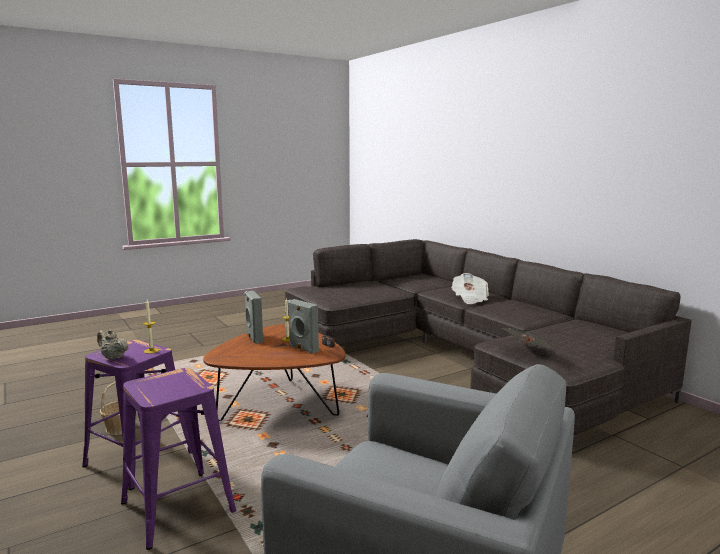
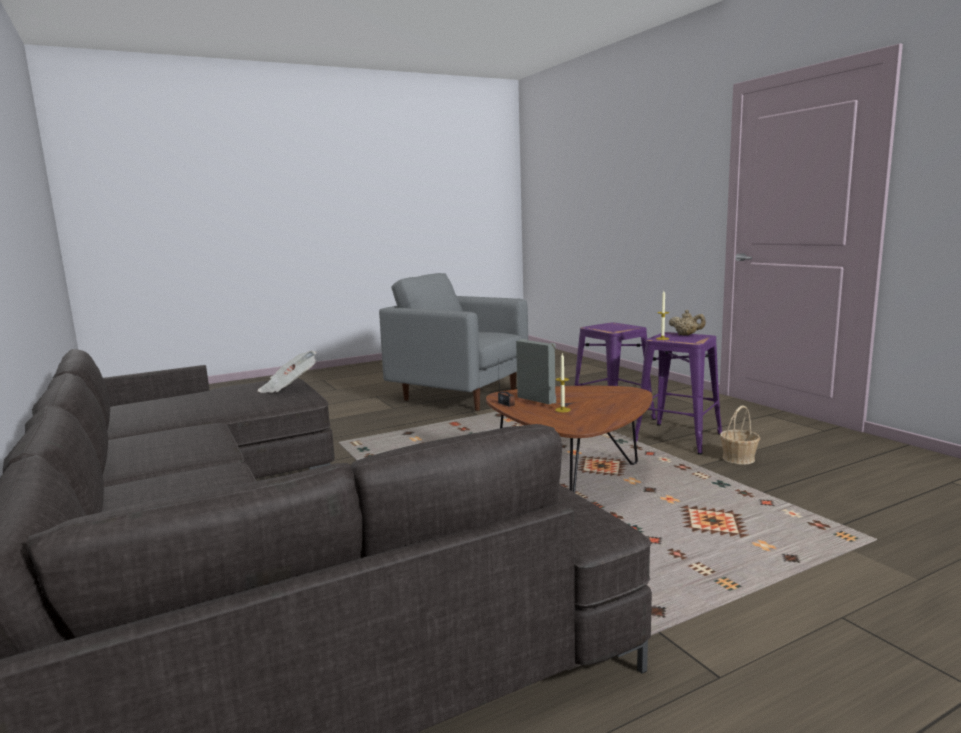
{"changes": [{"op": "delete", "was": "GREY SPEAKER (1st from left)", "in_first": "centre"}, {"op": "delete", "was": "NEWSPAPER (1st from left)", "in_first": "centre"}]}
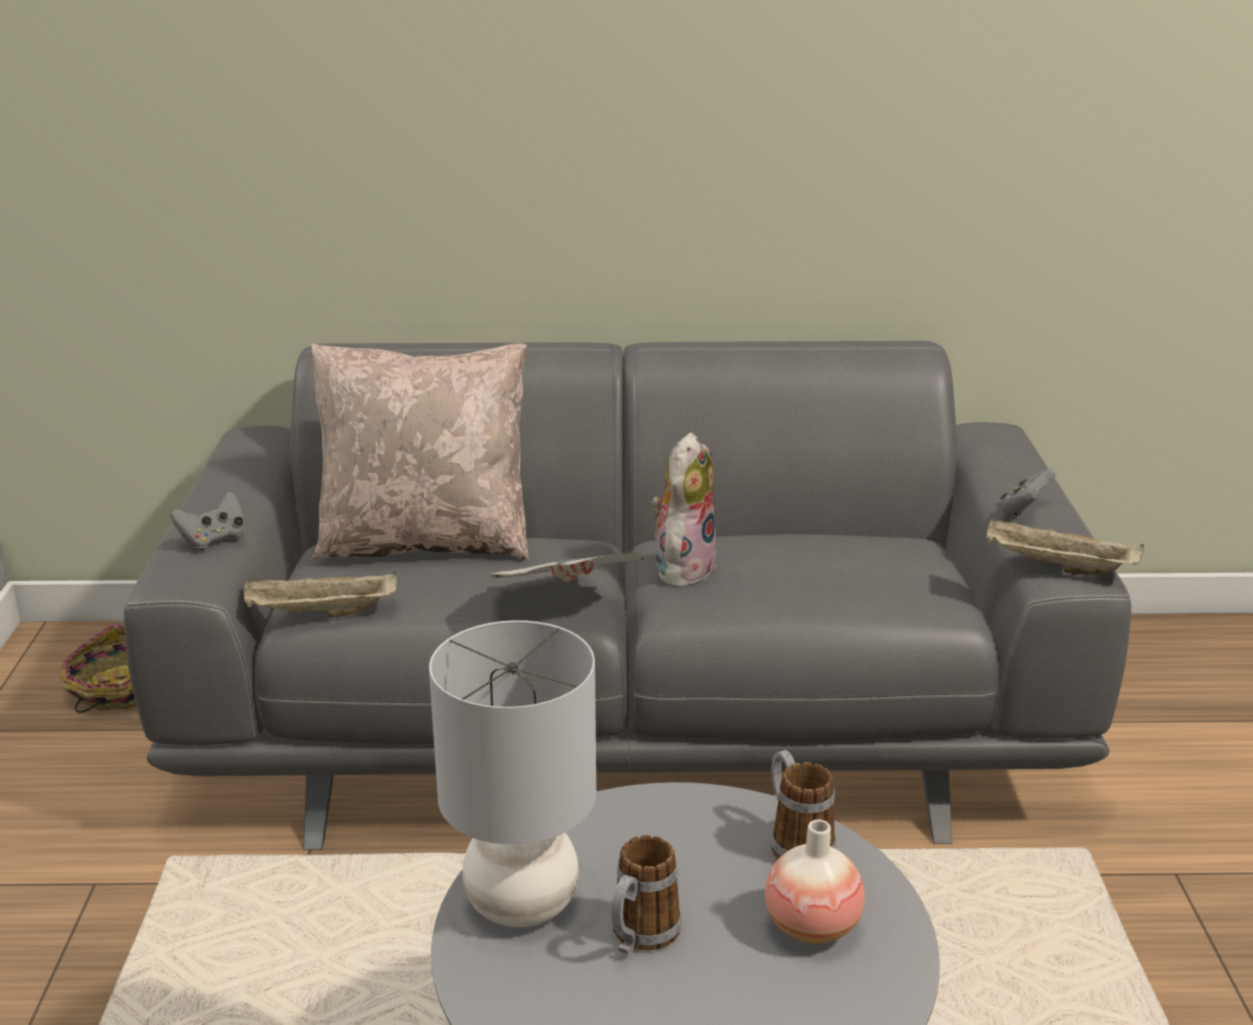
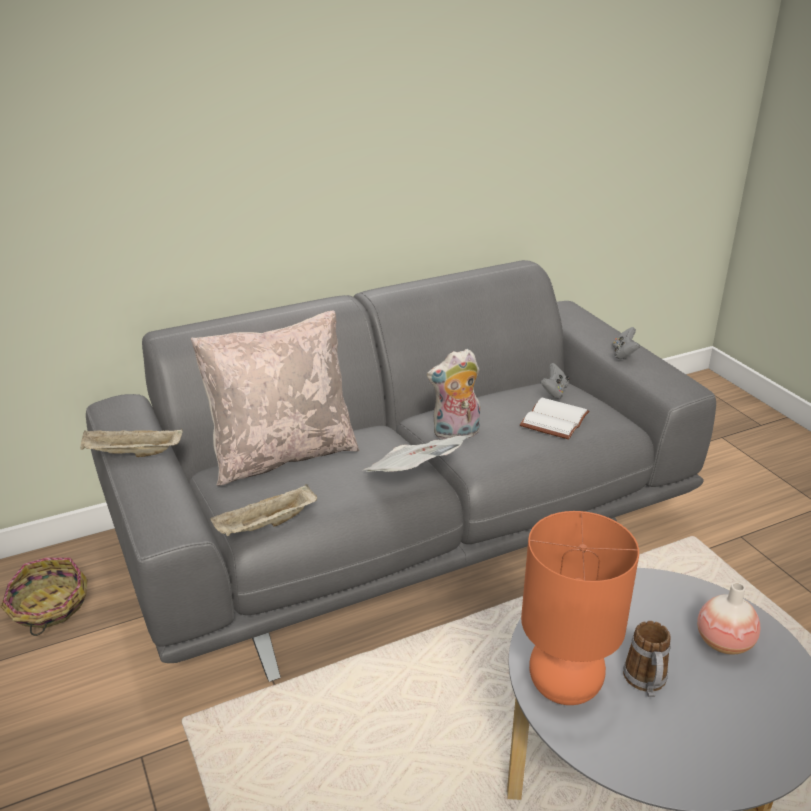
{"changes": [{"op": "delete", "was": "MUG (2nd from left)", "in_first": "bottom centre"}, {"op": "insert", "now": "WHITE BOOK", "in_second": "middle right"}, {"op": "move", "was": "GREY GAME CONTROLLER (1st from left)", "in_first": "middle left", "in_second": "middle right"}, {"op": "move", "was": "BEIGE TRAY (2nd from left in the first image)", "now": "BEIGE TRAY (1st from left)", "in_first": "middle right", "in_second": "middle left"}, {"op": "recolor", "was": "GREY TABLE LAMP", "now": "ORANGE TABLE LAMP", "in_first": "bottom centre", "in_second": "bottom right"}, {"op": "rotate", "was": "PLUSH TOY", "in_first": "centre", "in_second": "centre", "clockwise": -105}]}
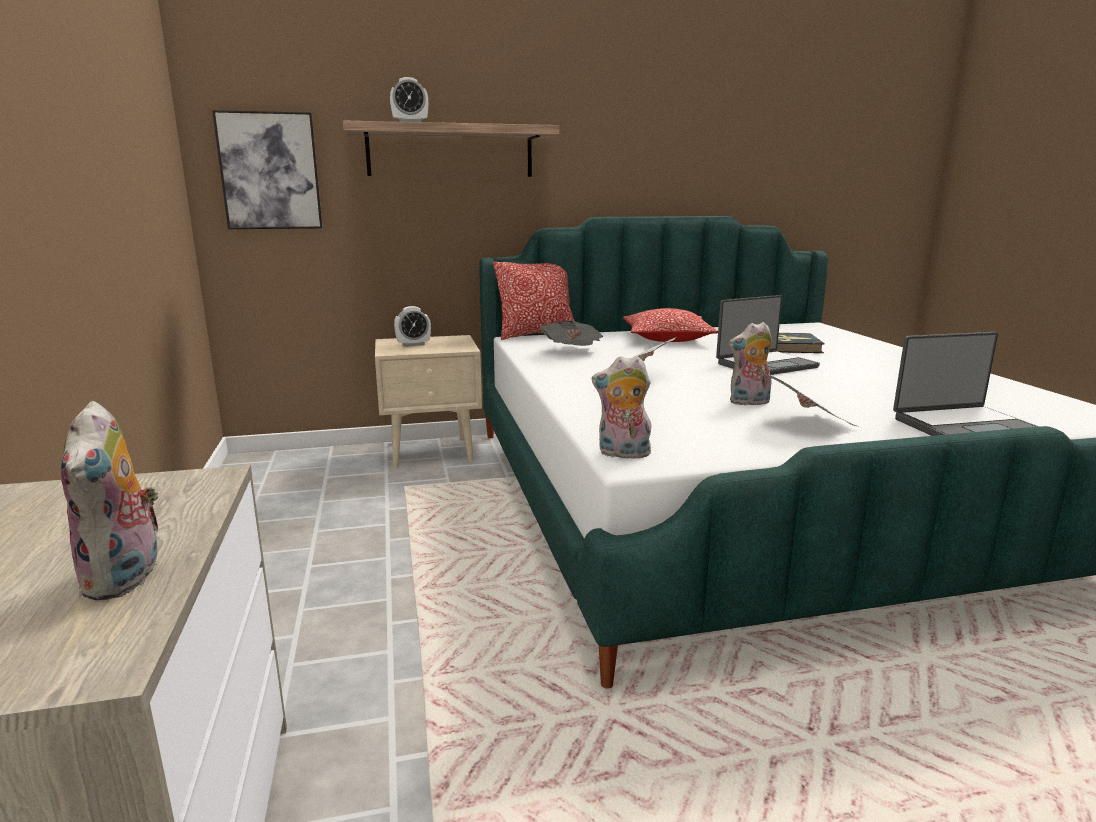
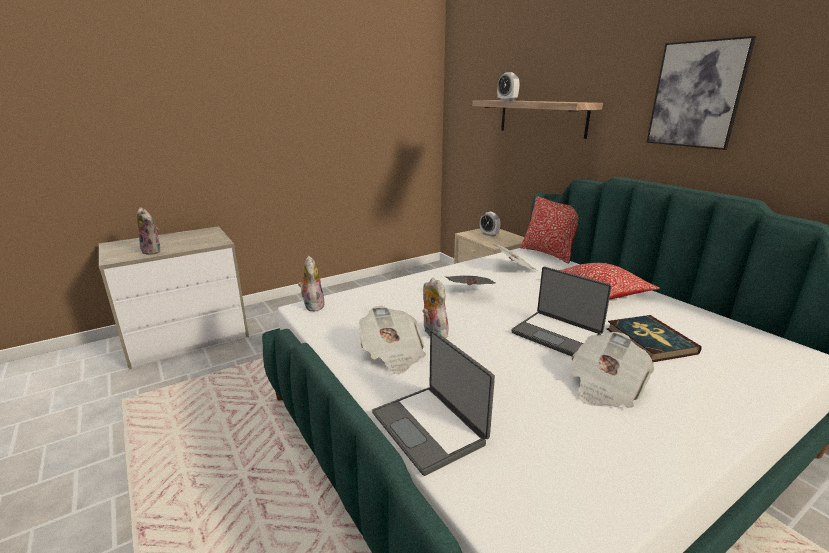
{"changes": [{"op": "insert", "now": "NEWSPAPER (4th from left)", "in_second": "bottom right"}, {"op": "move", "was": "PICTURE", "in_first": "top left", "in_second": "top right"}, {"op": "rotate", "was": "PLUSH TOY (1st from left)", "in_first": "middle left", "in_second": "middle left", "clockwise": -105}]}
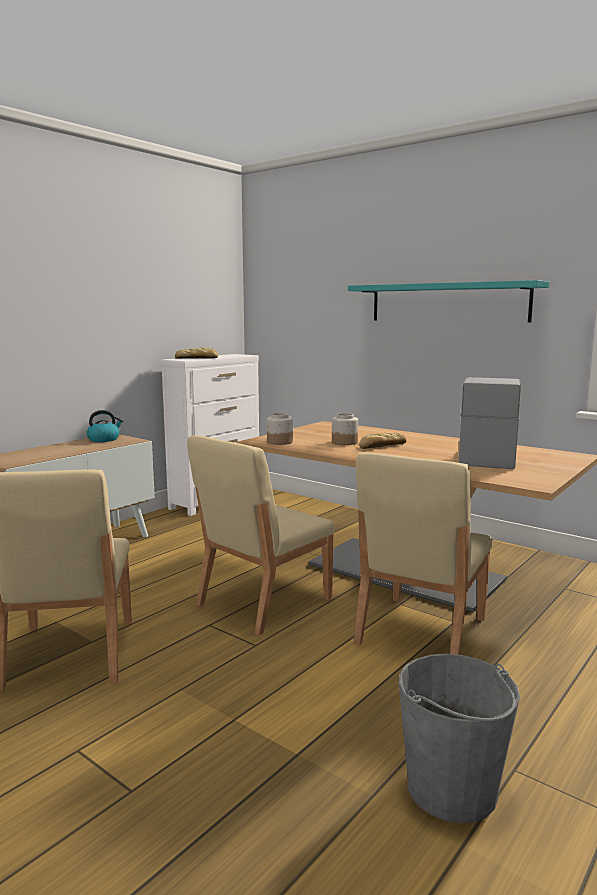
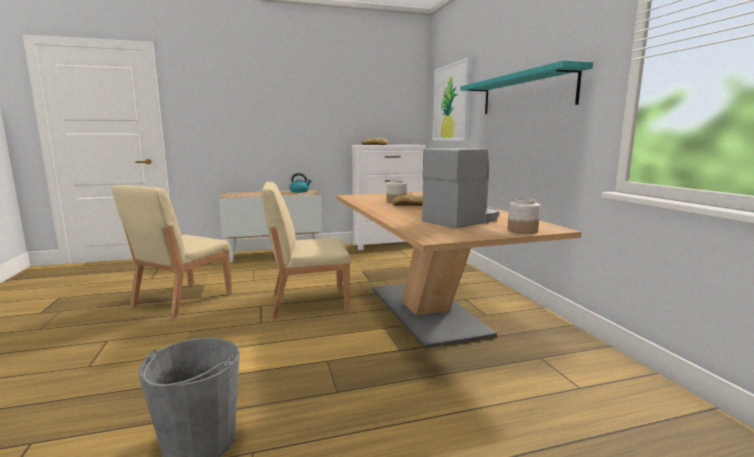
{"changes": [{"op": "delete", "was": "BEIGE CHAIR (3rd from left)", "in_first": "middle right"}, {"op": "insert", "now": "PICTURE", "in_second": "top centre"}, {"op": "move", "was": "JAR (1st from left in the first image)", "now": "JAR (2nd from left)", "in_first": "centre", "in_second": "middle right"}]}
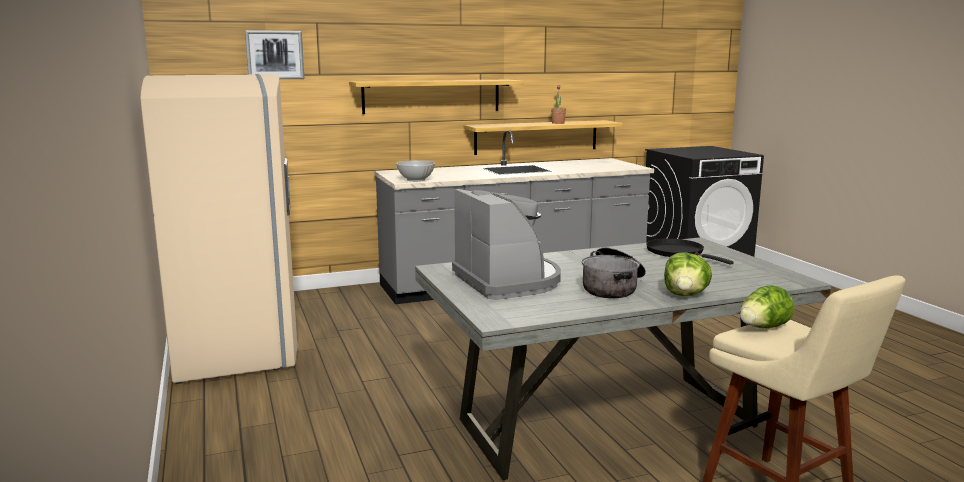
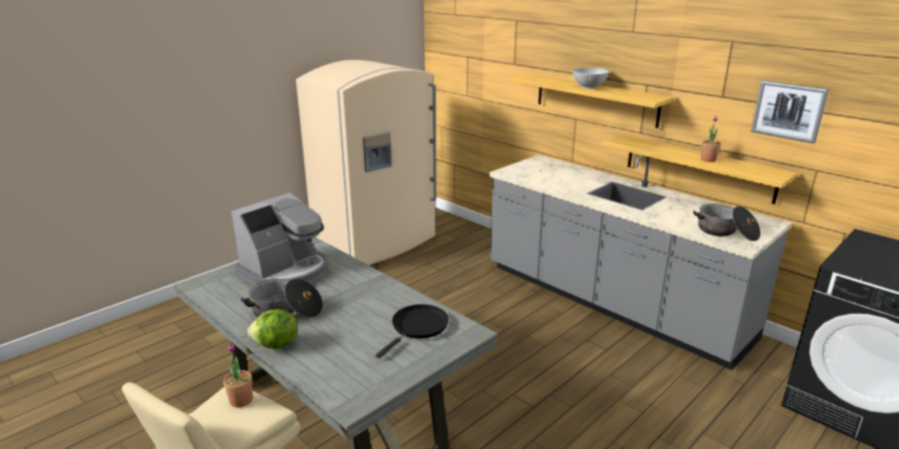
{"changes": [{"op": "insert", "now": "COOKING POT (2nd from left)", "in_second": "middle right"}, {"op": "move", "was": "PICTURE", "in_first": "top left", "in_second": "top right"}, {"op": "move", "was": "WHITE BOWL", "in_first": "centre", "in_second": "top centre"}, {"op": "replace", "was": "LETTUCE (2nd from left)", "now": "POTTED PLANT (1st from left)", "in_first": "middle right", "in_second": "bottom left"}]}
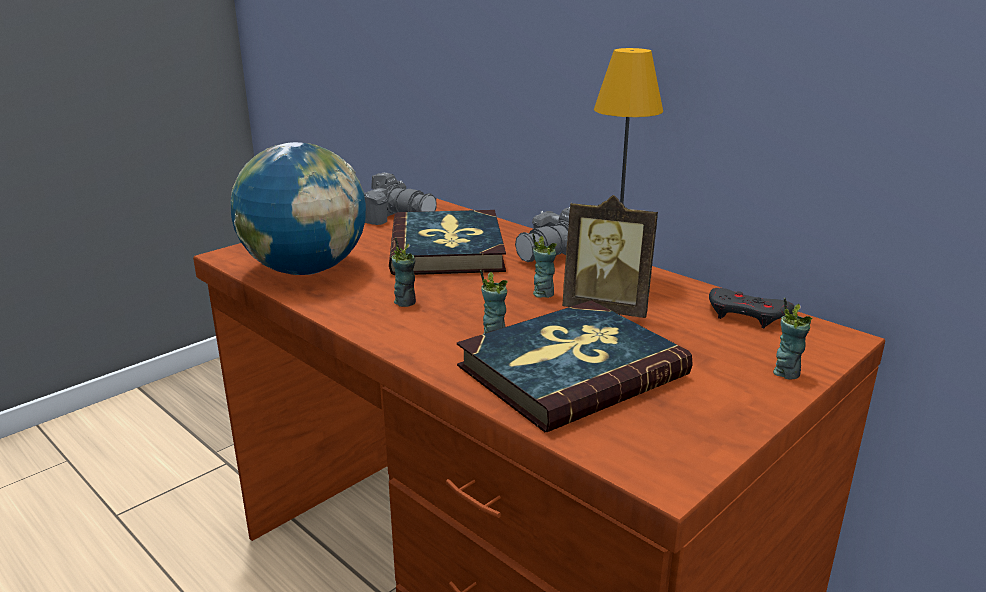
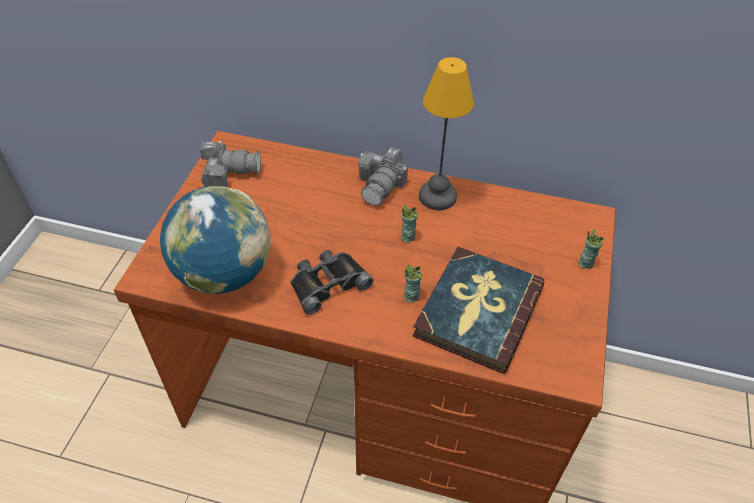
{"changes": [{"op": "delete", "was": "BOOK (1st from left)", "in_first": "centre"}, {"op": "delete", "was": "PICTURE FRAME", "in_first": "centre"}, {"op": "delete", "was": "GREY GAME CONTROLLER", "in_first": "middle right"}, {"op": "replace", "was": "CUP (1st from left)", "now": "BLACK BINOCULARS", "in_first": "centre", "in_second": "centre"}]}
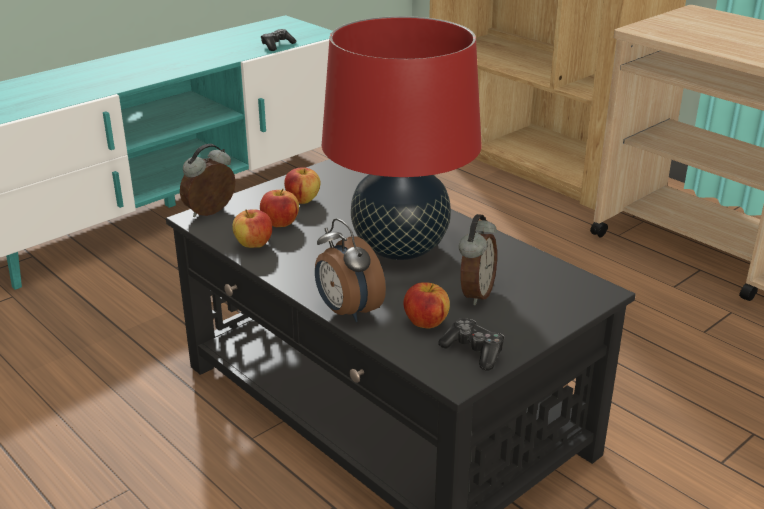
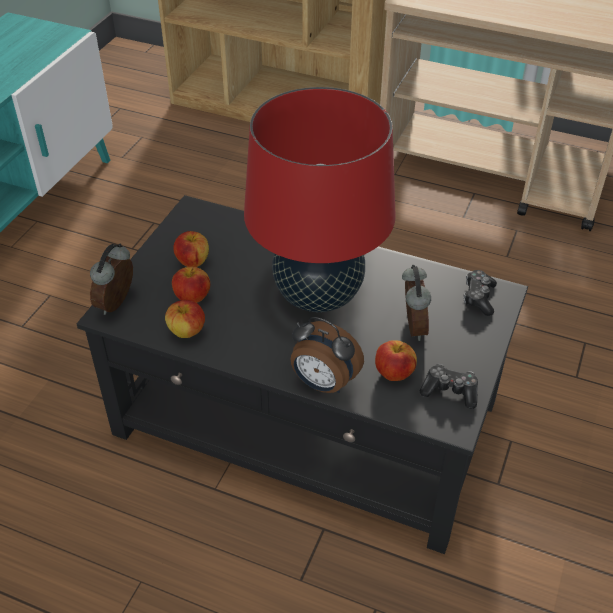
{"changes": [{"op": "move", "was": "GAME CONTROLLER (1st from left in the first image)", "now": "GAME CONTROLLER (2nd from left)", "in_first": "top centre", "in_second": "middle right"}]}
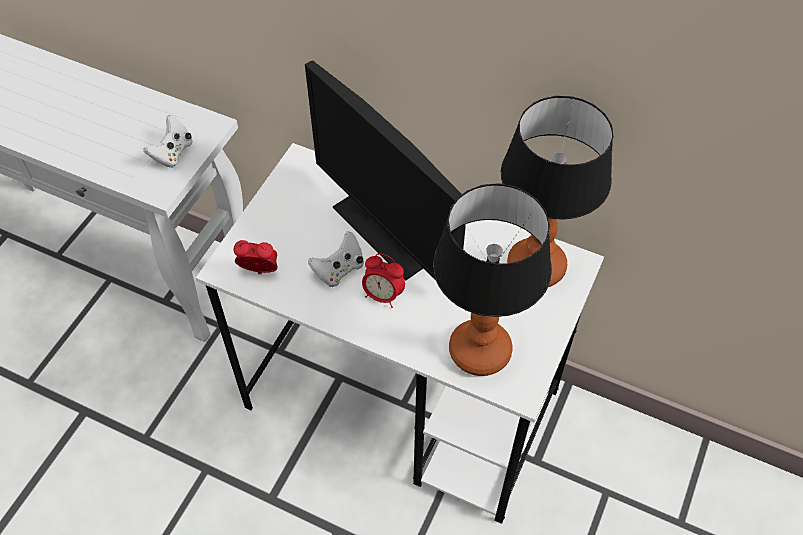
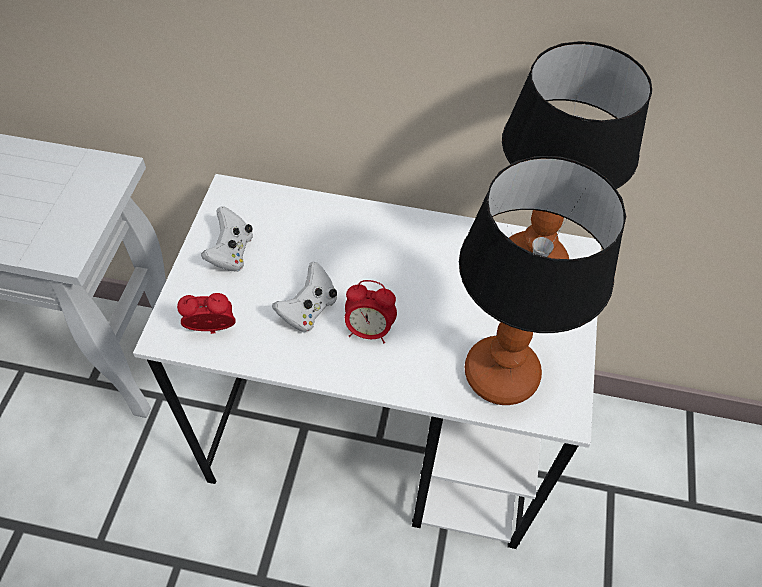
{"changes": [{"op": "delete", "was": "MONITOR", "in_first": "top centre"}, {"op": "move", "was": "WHITE GAME CONTROLLER (1st from left)", "in_first": "top left", "in_second": "middle left"}]}
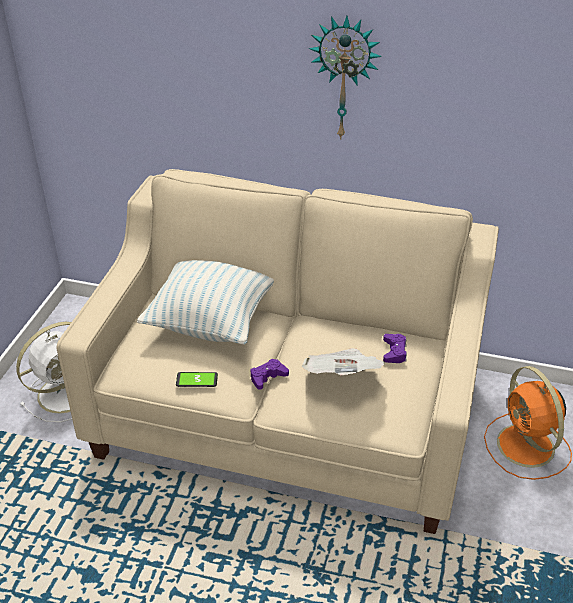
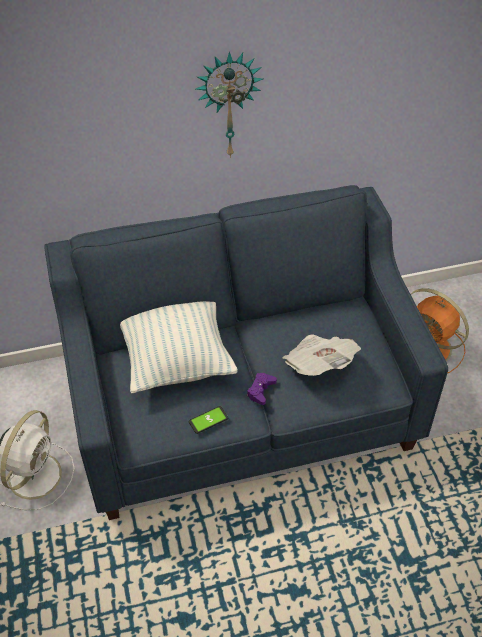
{"changes": [{"op": "delete", "was": "PURPLE GAME CONTROLLER (2nd from left)", "in_first": "middle right"}, {"op": "recolor", "was": "BEIGE SOFA", "now": "BLUE SOFA", "in_first": "centre", "in_second": "centre"}]}
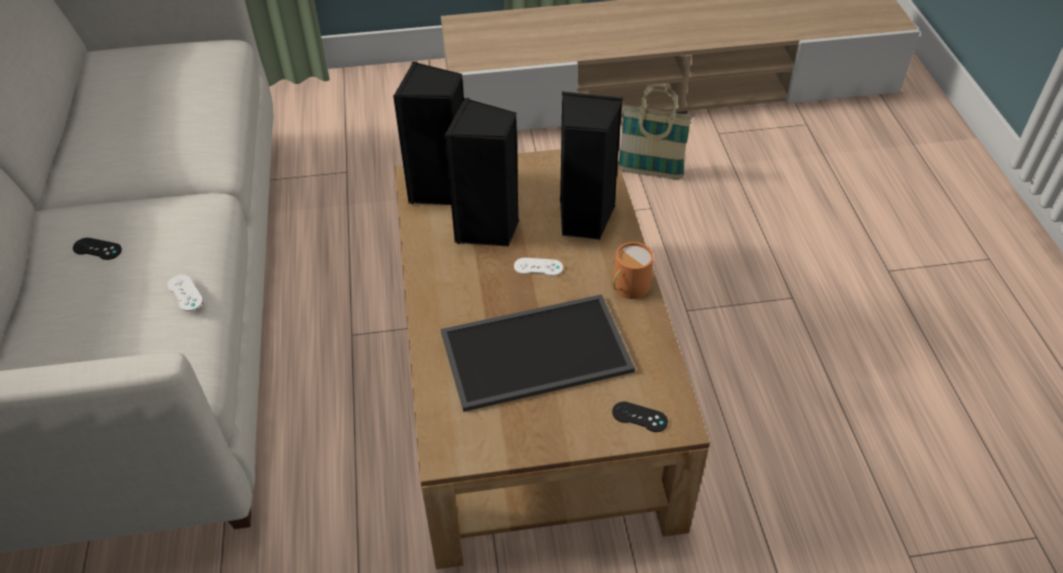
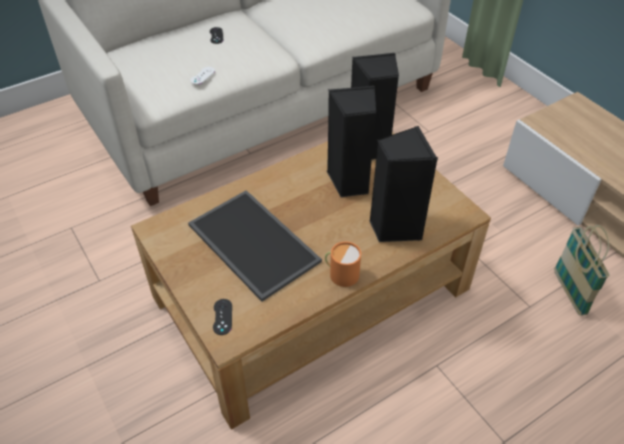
{"changes": [{"op": "delete", "was": "WHITE GAME CONTROLLER (2nd from left)", "in_first": "centre"}]}
